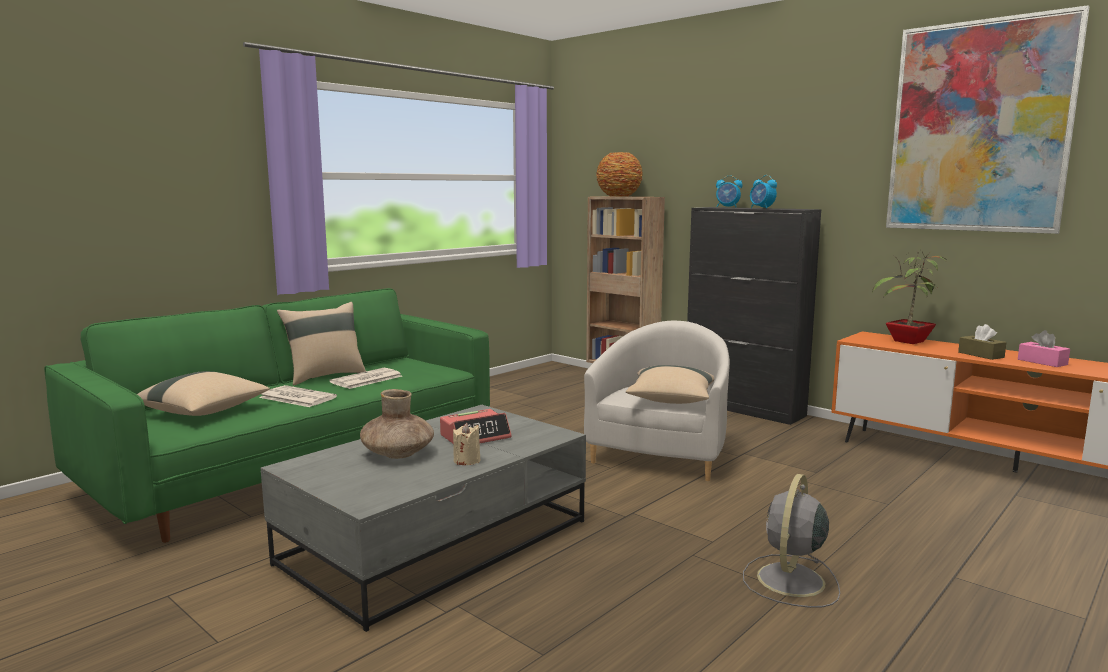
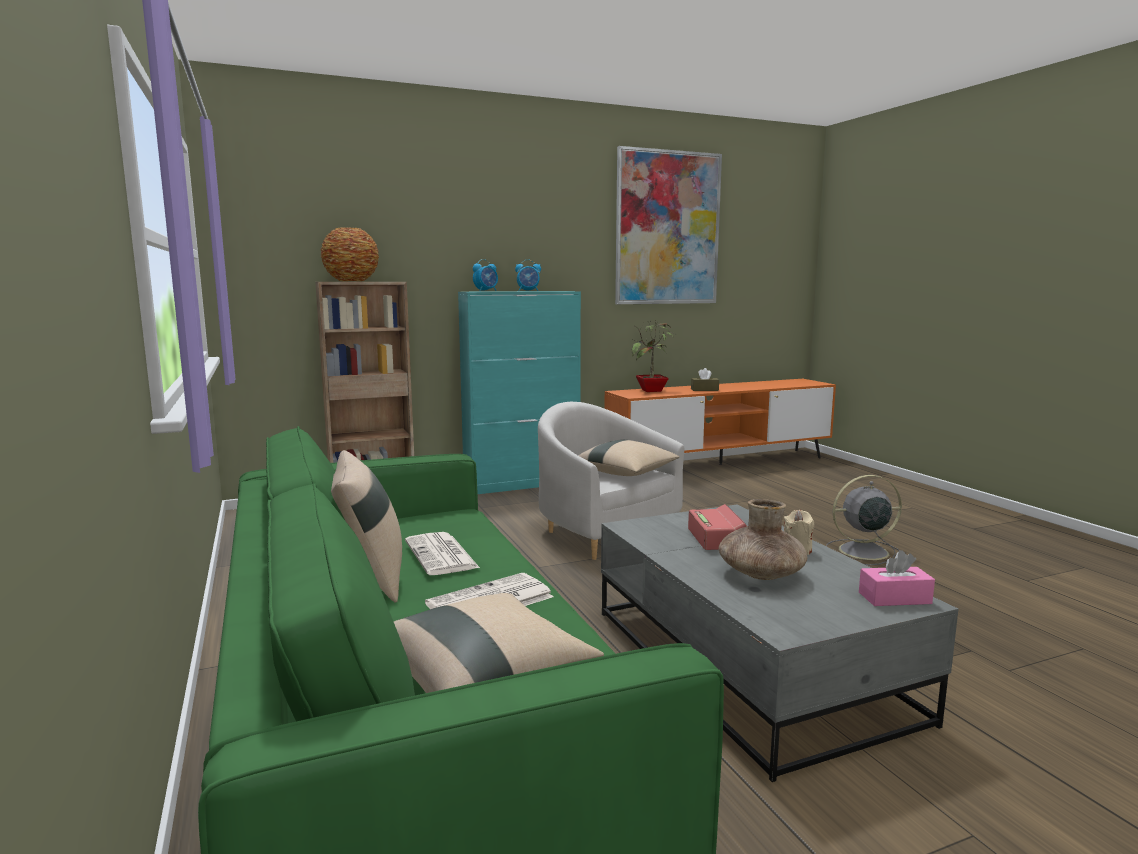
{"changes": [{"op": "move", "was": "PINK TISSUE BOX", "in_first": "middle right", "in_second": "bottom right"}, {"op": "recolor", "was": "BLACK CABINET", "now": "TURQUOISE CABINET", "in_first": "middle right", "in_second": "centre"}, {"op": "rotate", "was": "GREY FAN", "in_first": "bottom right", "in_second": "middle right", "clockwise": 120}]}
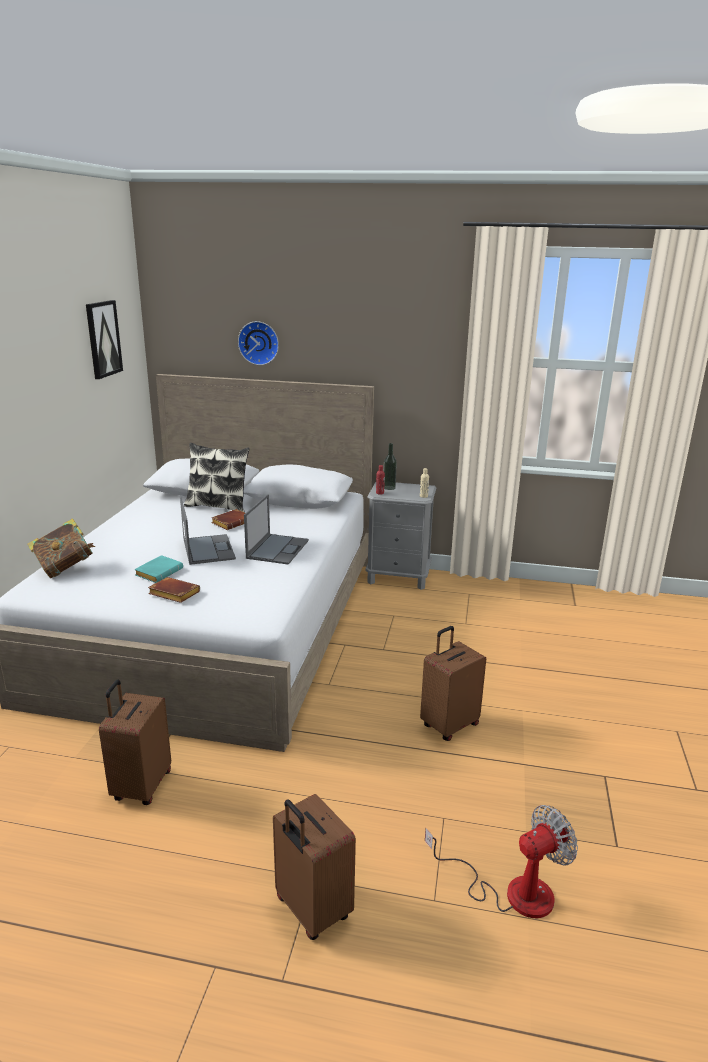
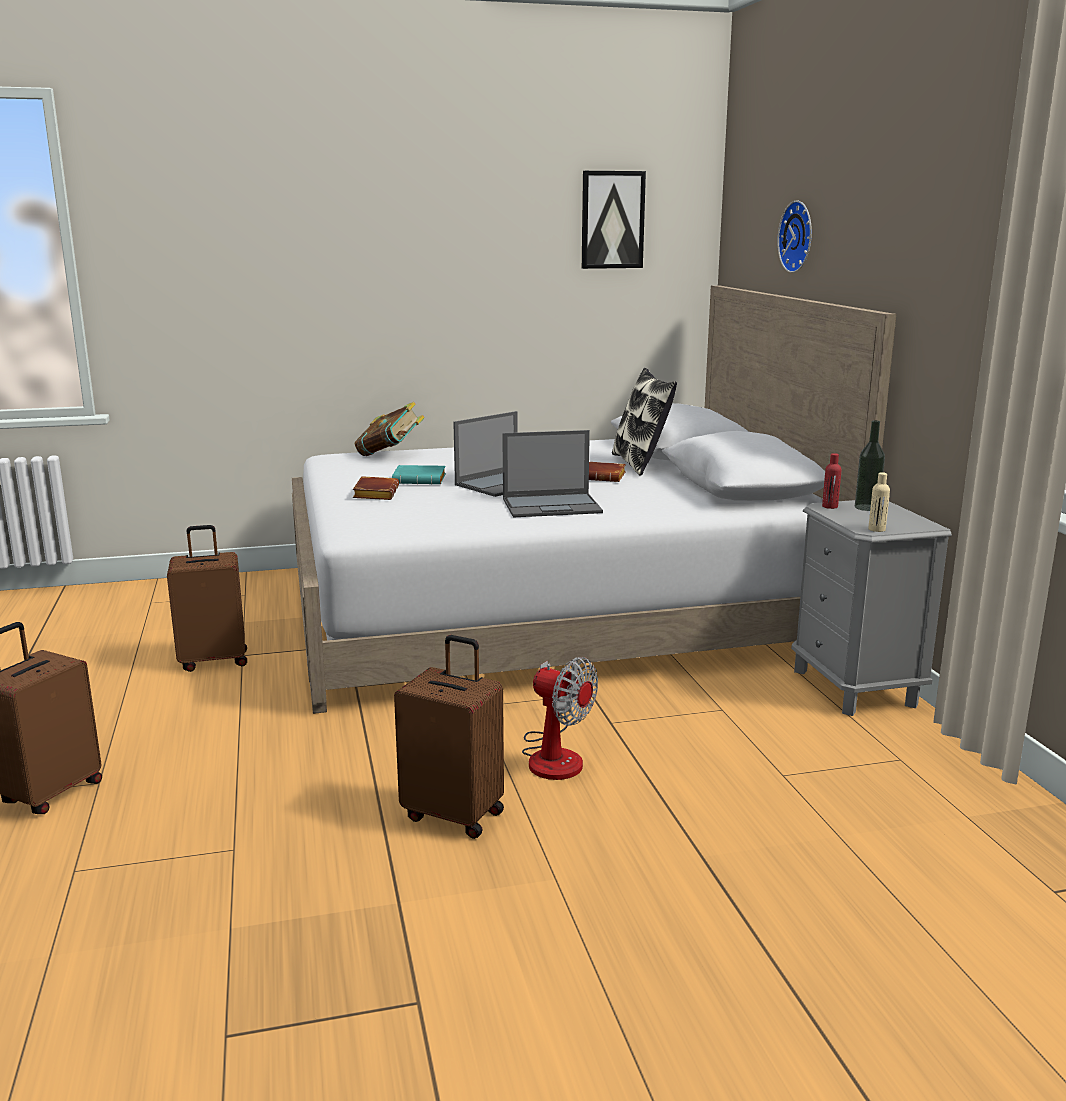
{"changes": [{"op": "move", "was": "FAN", "in_first": "bottom right", "in_second": "centre"}]}
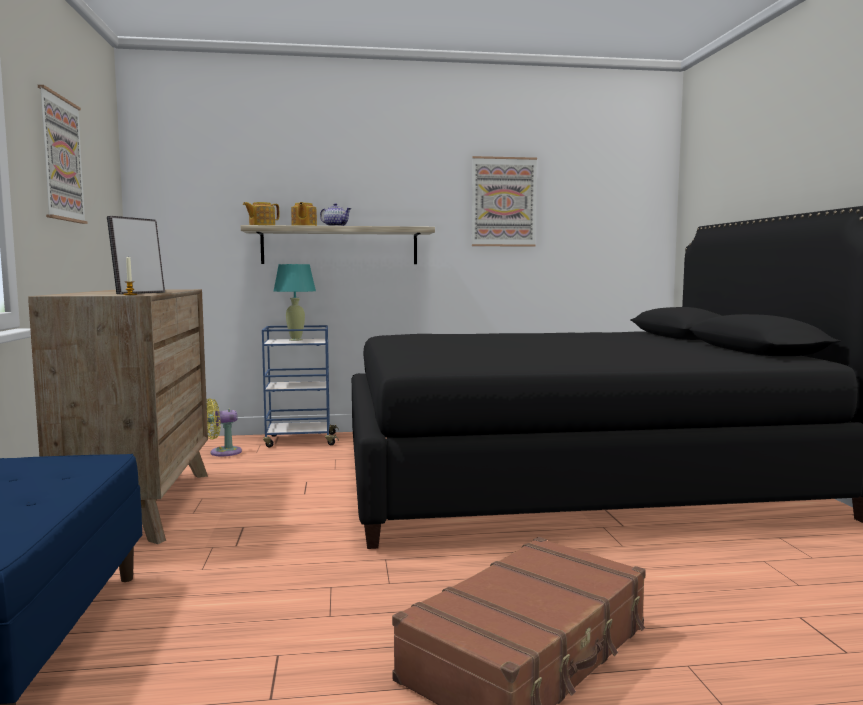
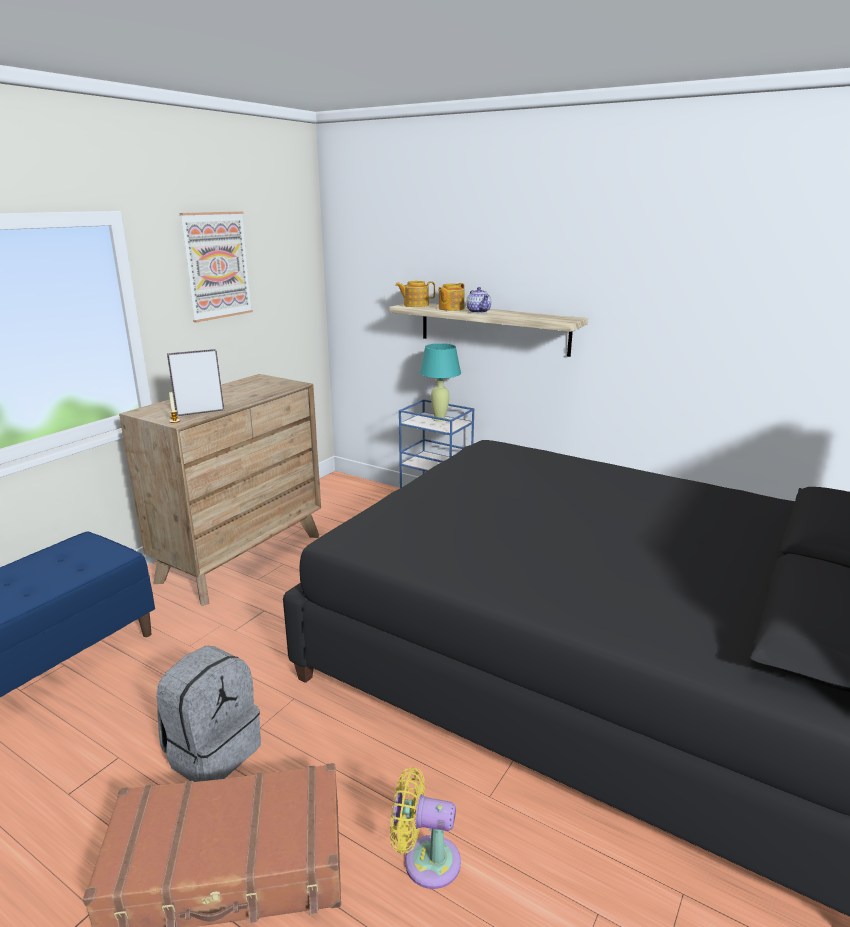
{"changes": [{"op": "delete", "was": "PICTURE (2nd from left)", "in_first": "top centre"}, {"op": "insert", "now": "GREY BACKPACK", "in_second": "bottom left"}, {"op": "move", "was": "YELLOW FAN", "in_first": "middle left", "in_second": "bottom centre"}]}
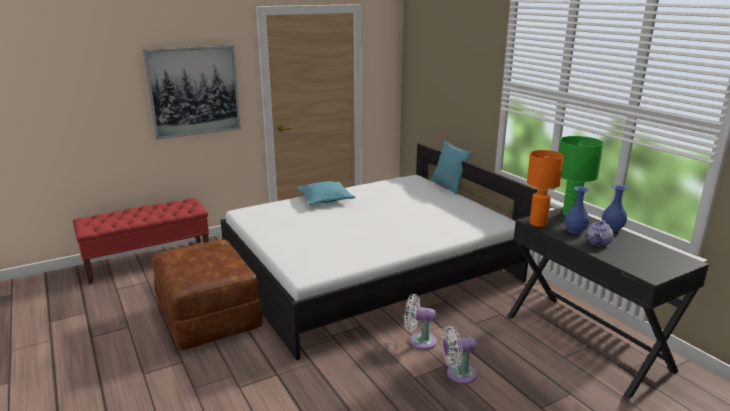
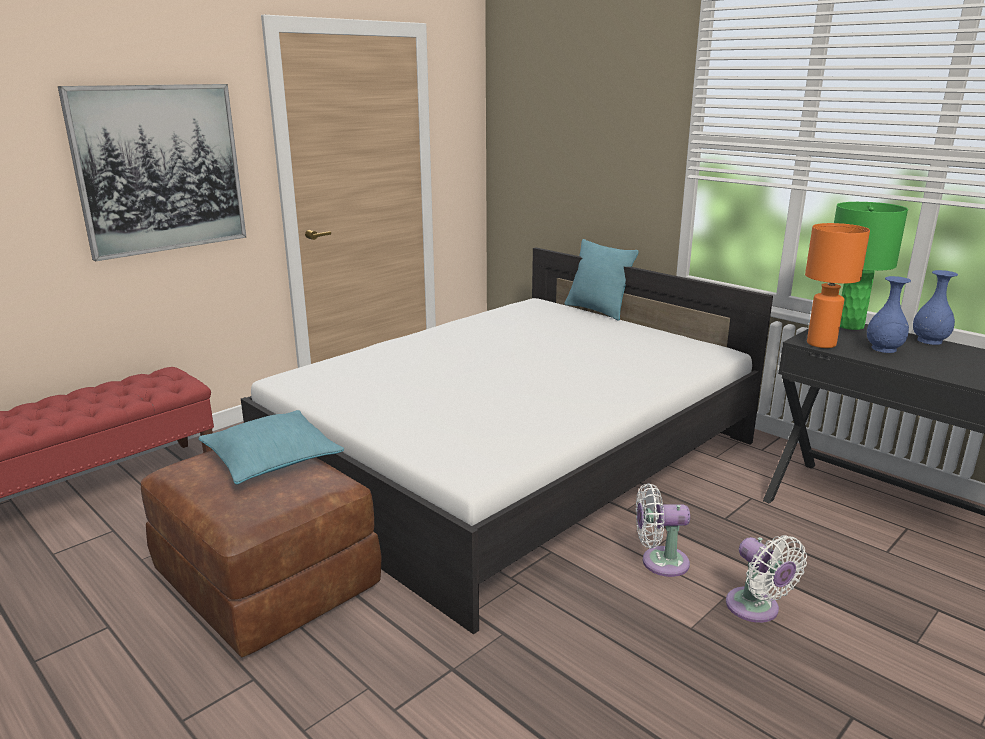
{"changes": [{"op": "delete", "was": "TEAPOT", "in_first": "middle right"}, {"op": "move", "was": "TURQUOISE PILLOW (1st from left)", "in_first": "centre", "in_second": "middle left"}, {"op": "rotate", "was": "WHITE FAN (2nd from left)", "in_first": "bottom centre", "in_second": "bottom right", "clockwise": -90}]}
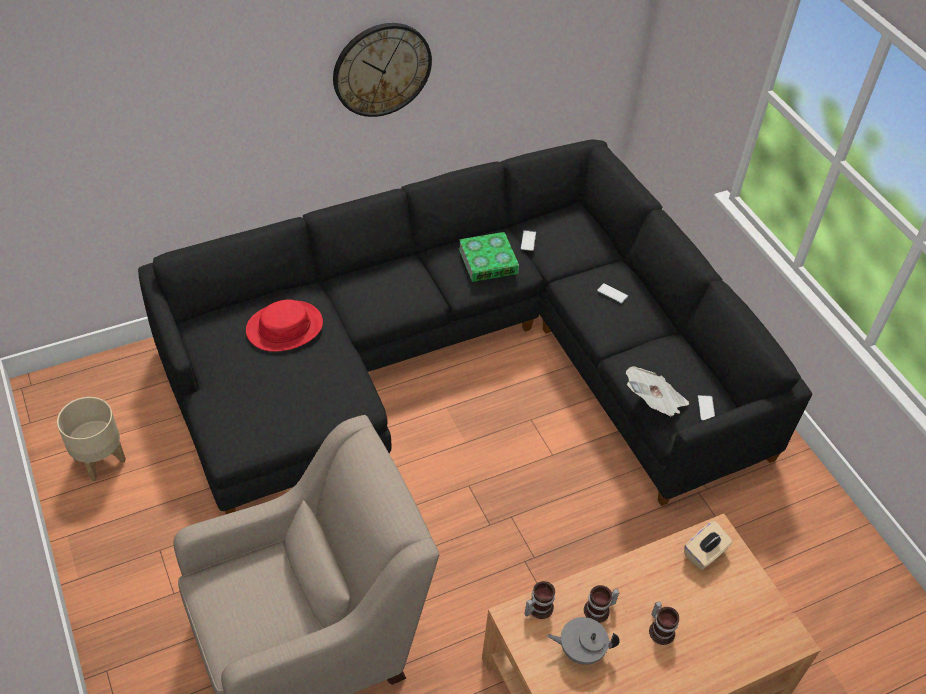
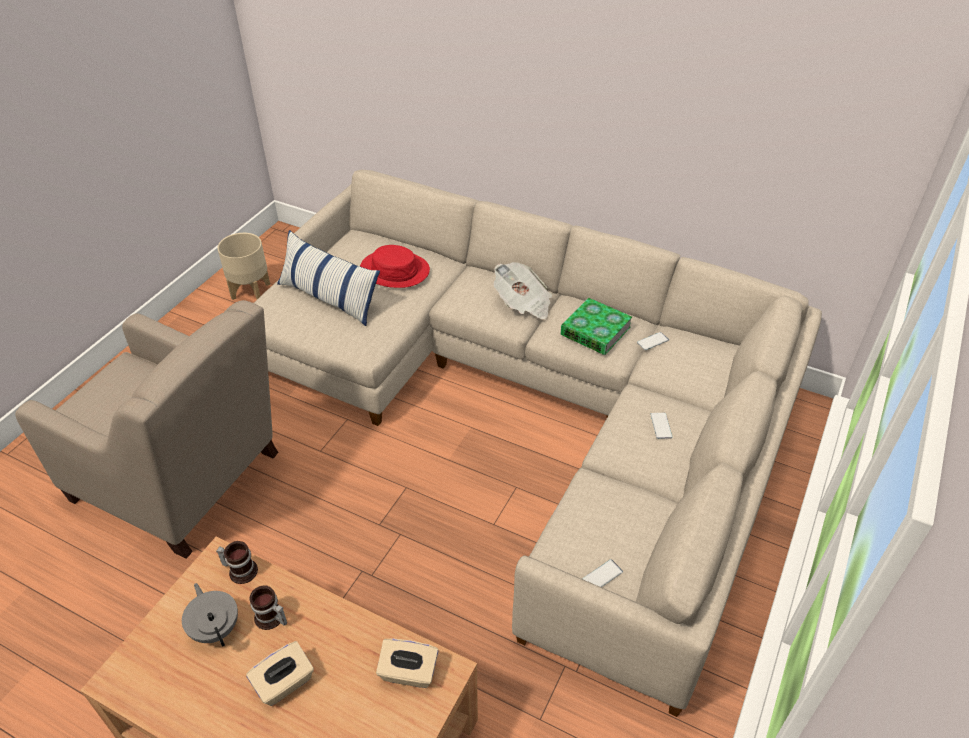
{"changes": [{"op": "delete", "was": "WALL CLOCK", "in_first": "top centre"}, {"op": "insert", "now": "PILLOW", "in_second": "centre"}, {"op": "move", "was": "NEWSPAPER", "in_first": "middle right", "in_second": "centre"}, {"op": "replace", "was": "MUG (3rd from left)", "now": "BEIGE TISSUE BOX (1st from left)", "in_first": "bottom right", "in_second": "bottom left"}, {"op": "recolor", "was": "BLACK SOFA", "now": "BEIGE SOFA", "in_first": "centre", "in_second": "centre"}]}
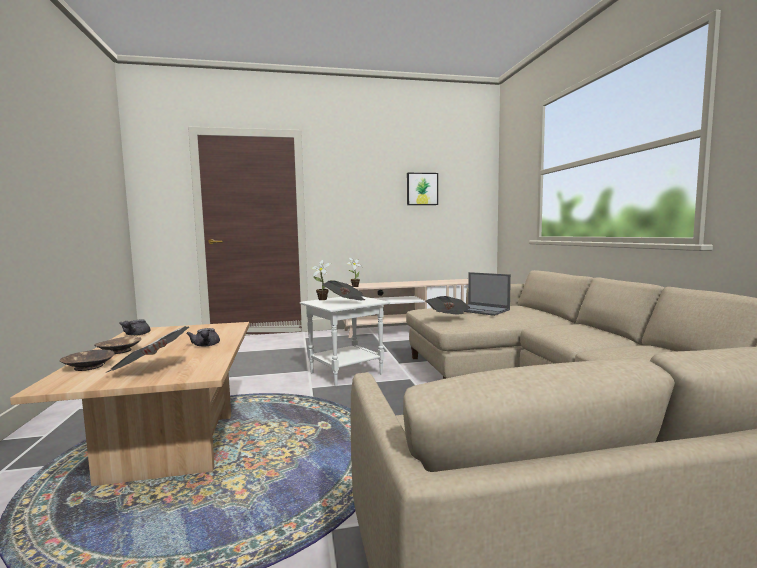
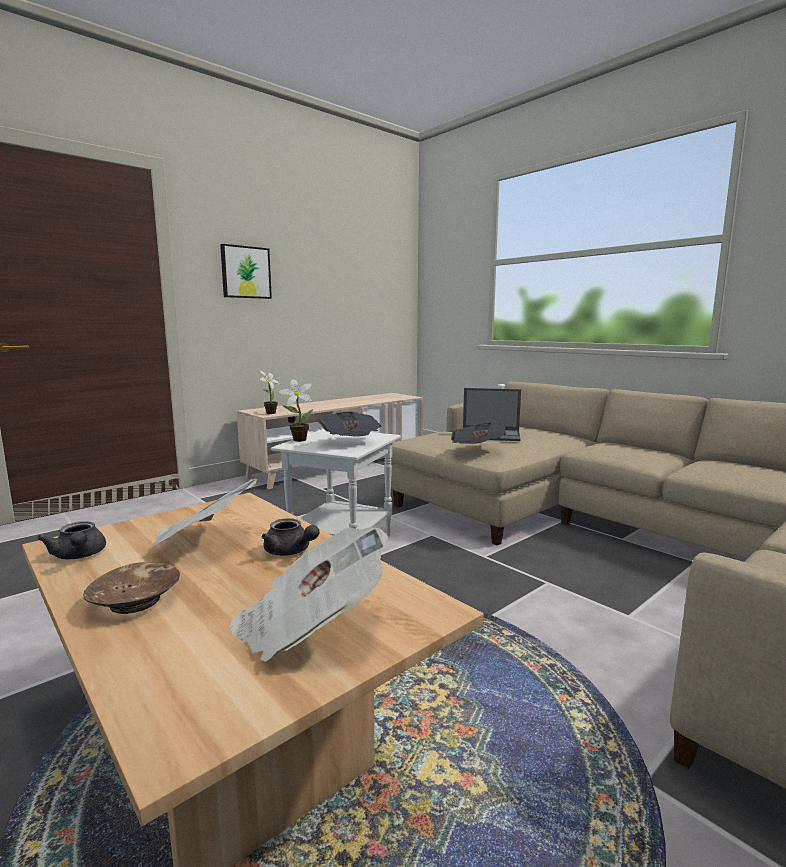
{"changes": [{"op": "delete", "was": "BROWN BOWL (1st from left)", "in_first": "middle left"}, {"op": "insert", "now": "NEWSPAPER (1st from left)", "in_second": "middle left"}, {"op": "move", "was": "PICTURE", "in_first": "top centre", "in_second": "top left"}]}
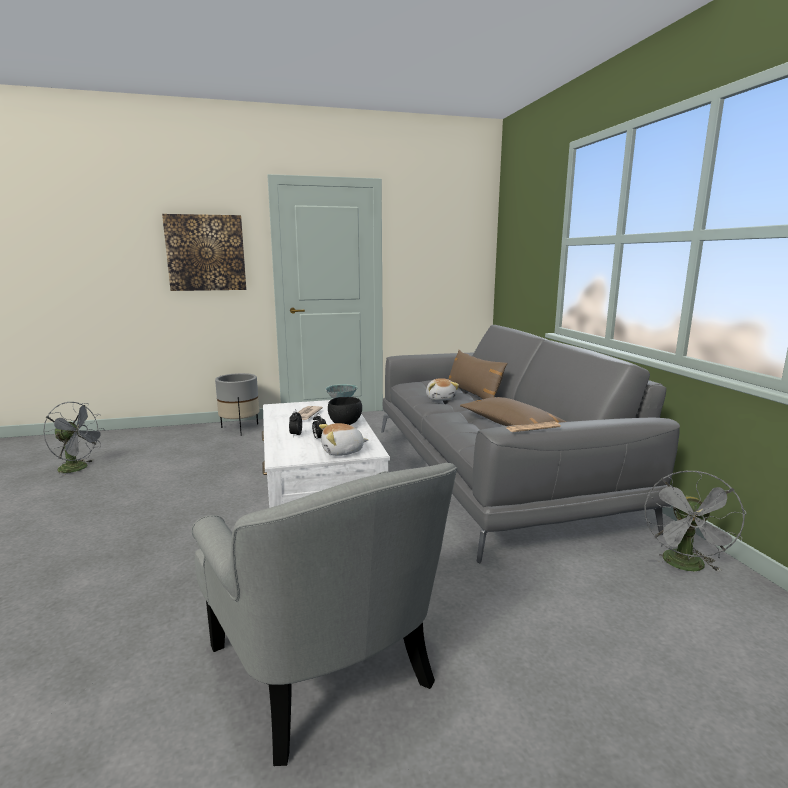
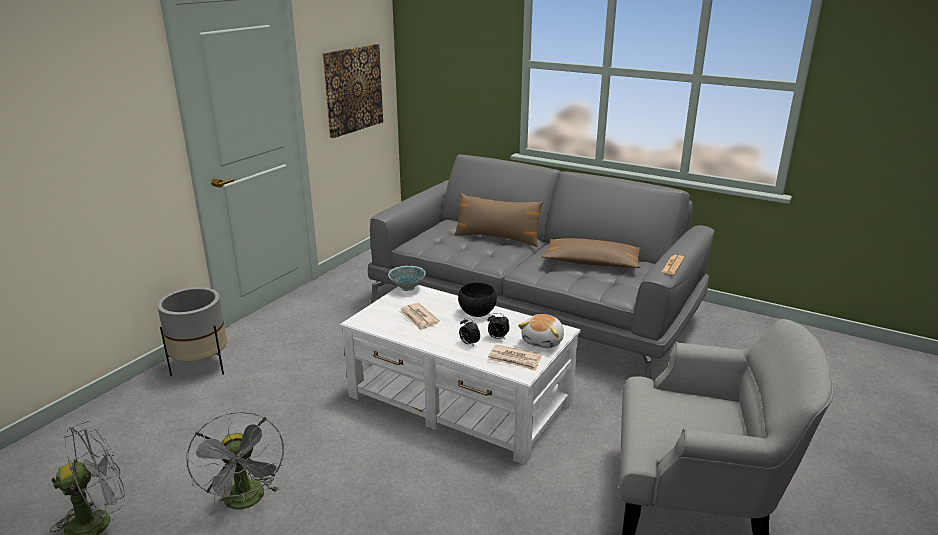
{"changes": [{"op": "delete", "was": "PLUSH TOY (2nd from left)", "in_first": "centre"}, {"op": "insert", "now": "NEWSPAPER (2nd from left)", "in_second": "bottom centre"}, {"op": "move", "was": "PICTURE", "in_first": "top left", "in_second": "top centre"}, {"op": "move", "was": "GREY FAN (2nd from left)", "in_first": "middle right", "in_second": "bottom left"}]}
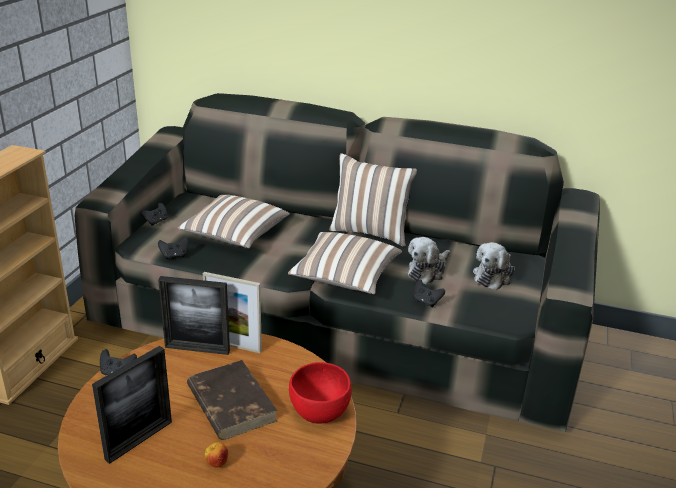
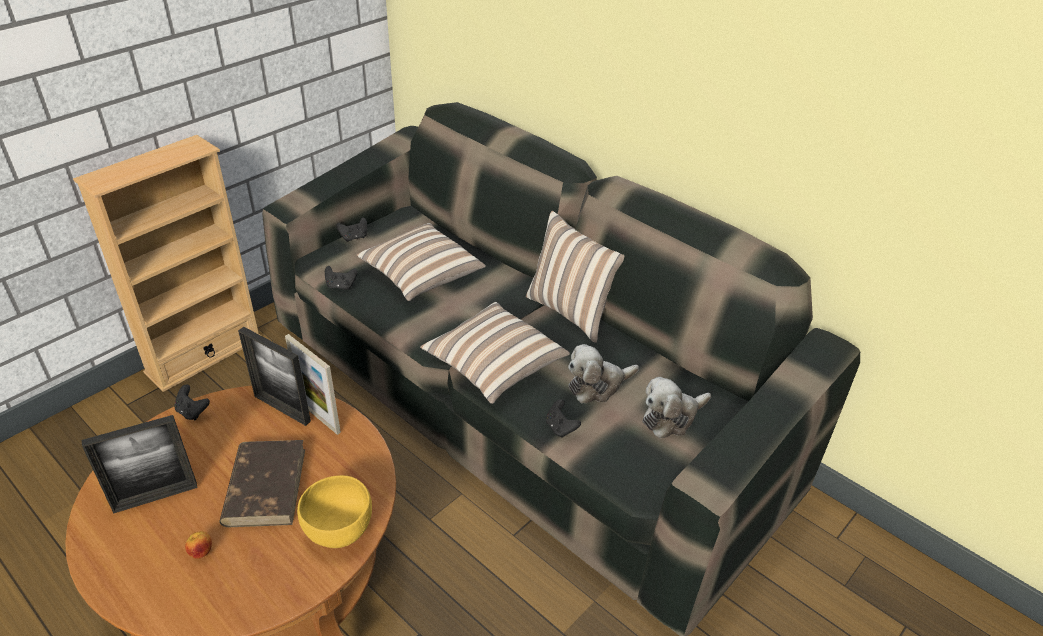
{"changes": [{"op": "recolor", "was": "RED BOWL", "now": "YELLOW BOWL", "in_first": "bottom centre", "in_second": "bottom left"}]}
